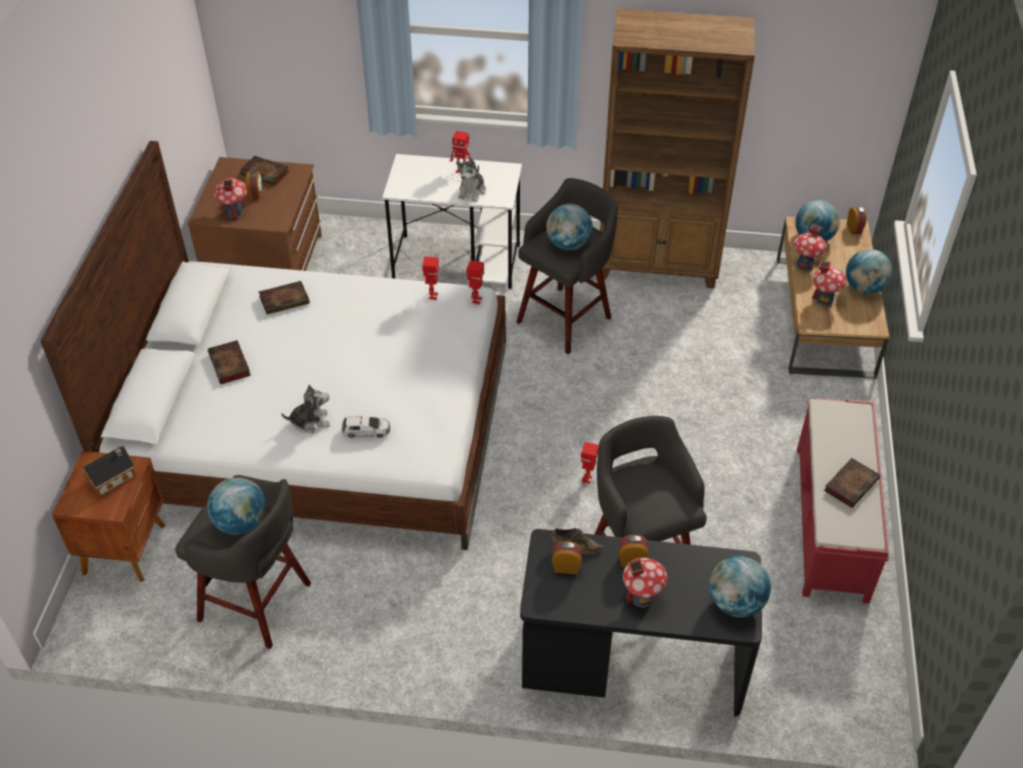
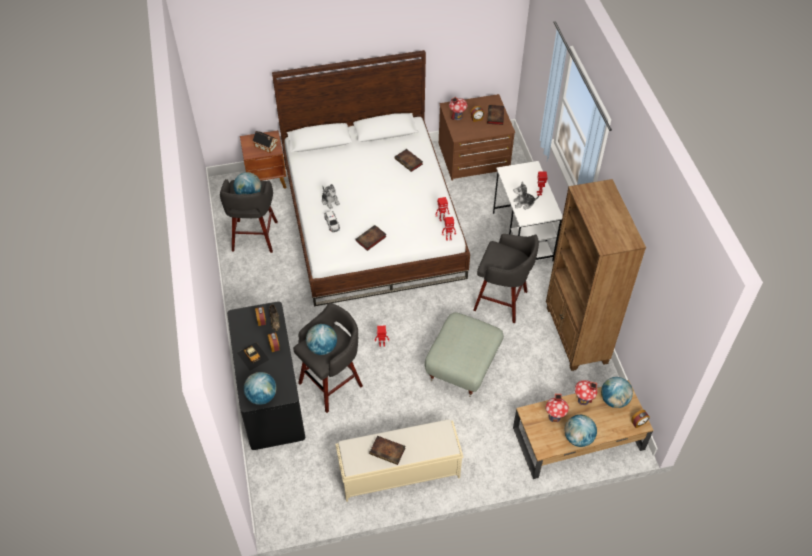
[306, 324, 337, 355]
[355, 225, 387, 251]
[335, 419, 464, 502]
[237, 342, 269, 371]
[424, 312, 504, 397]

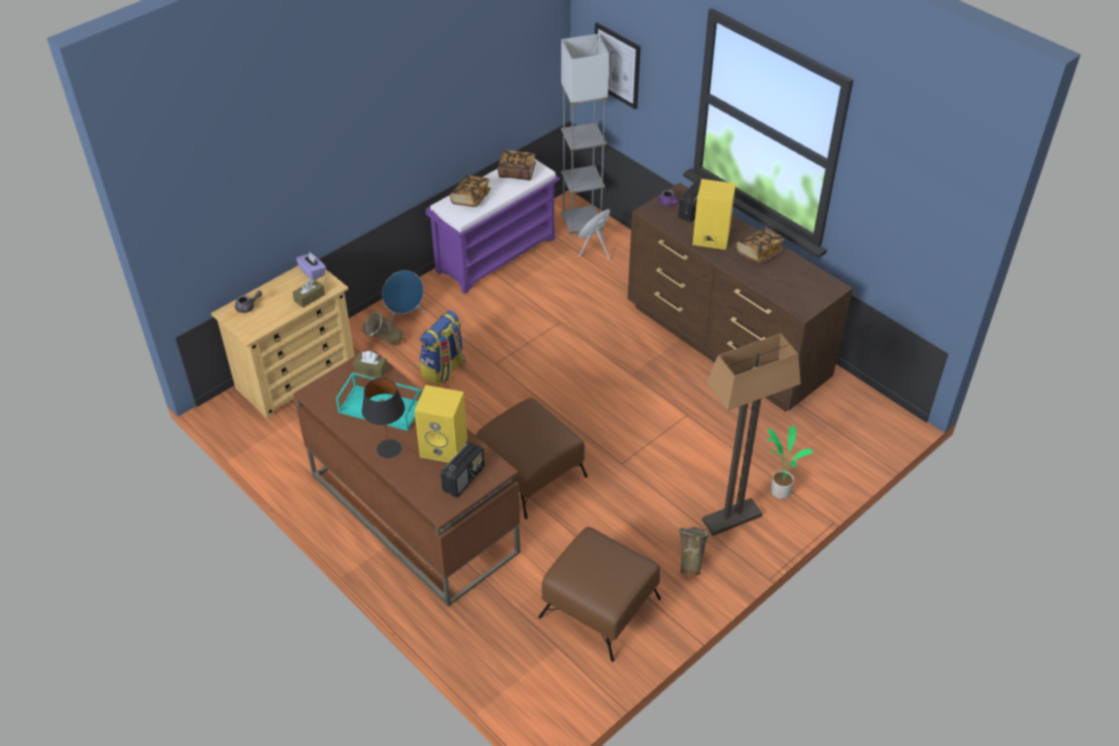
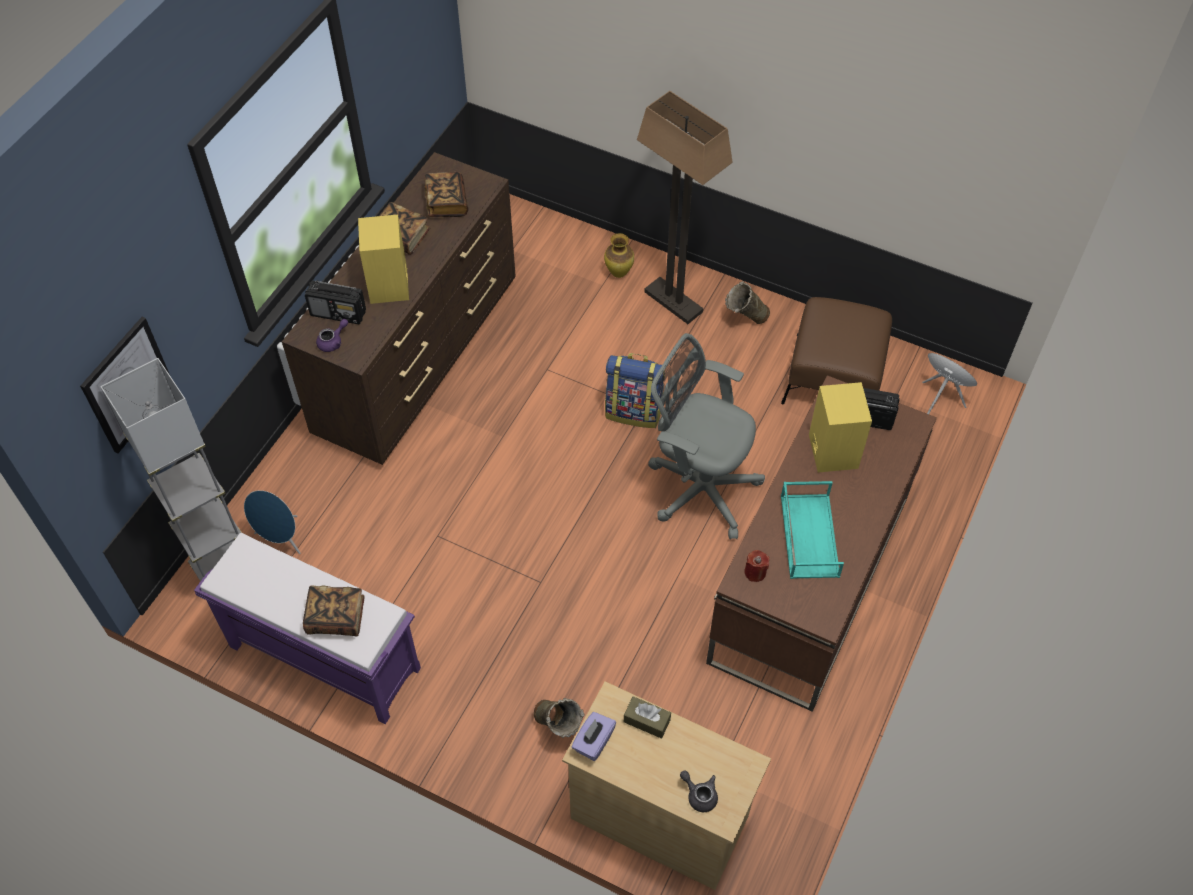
[424, 172, 468, 217]
[922, 353, 977, 414]
[605, 353, 662, 428]
[744, 550, 769, 582]
[362, 378, 405, 458] (first image)
[648, 333, 765, 540]
[604, 233, 634, 278]

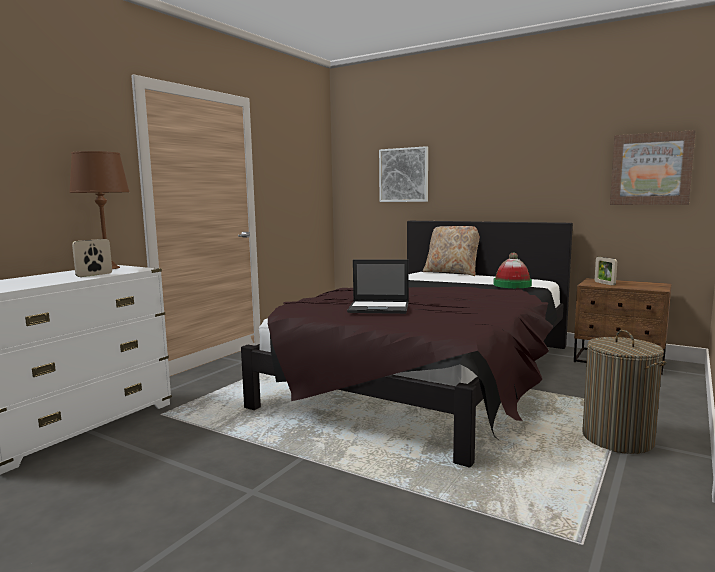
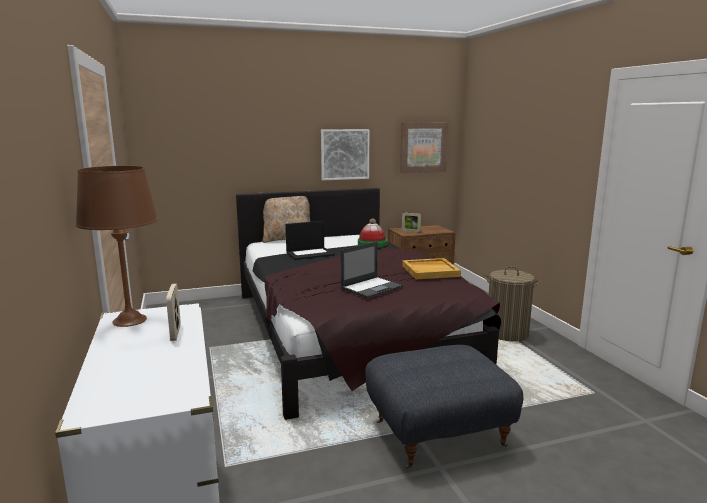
[321, 129, 369, 181]
[285, 221, 335, 260]
[402, 258, 461, 280]
[365, 345, 523, 469]

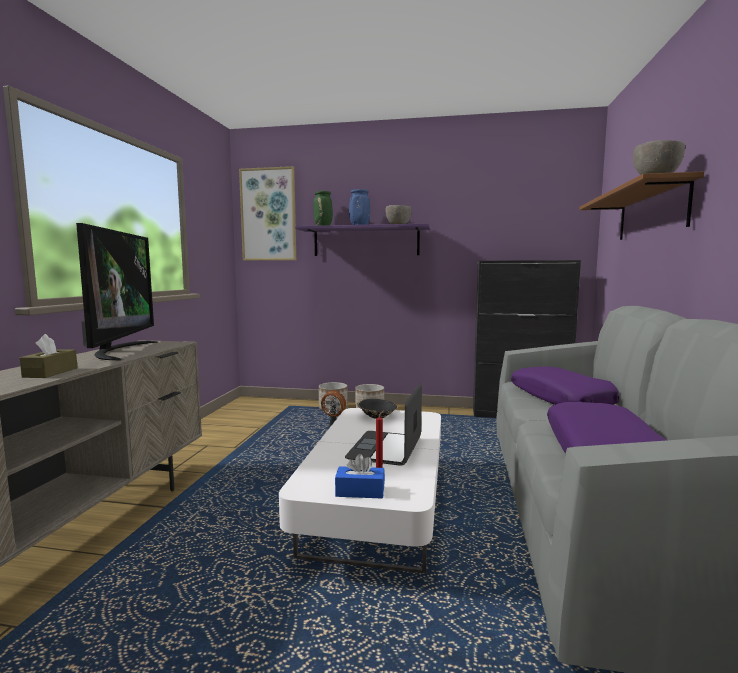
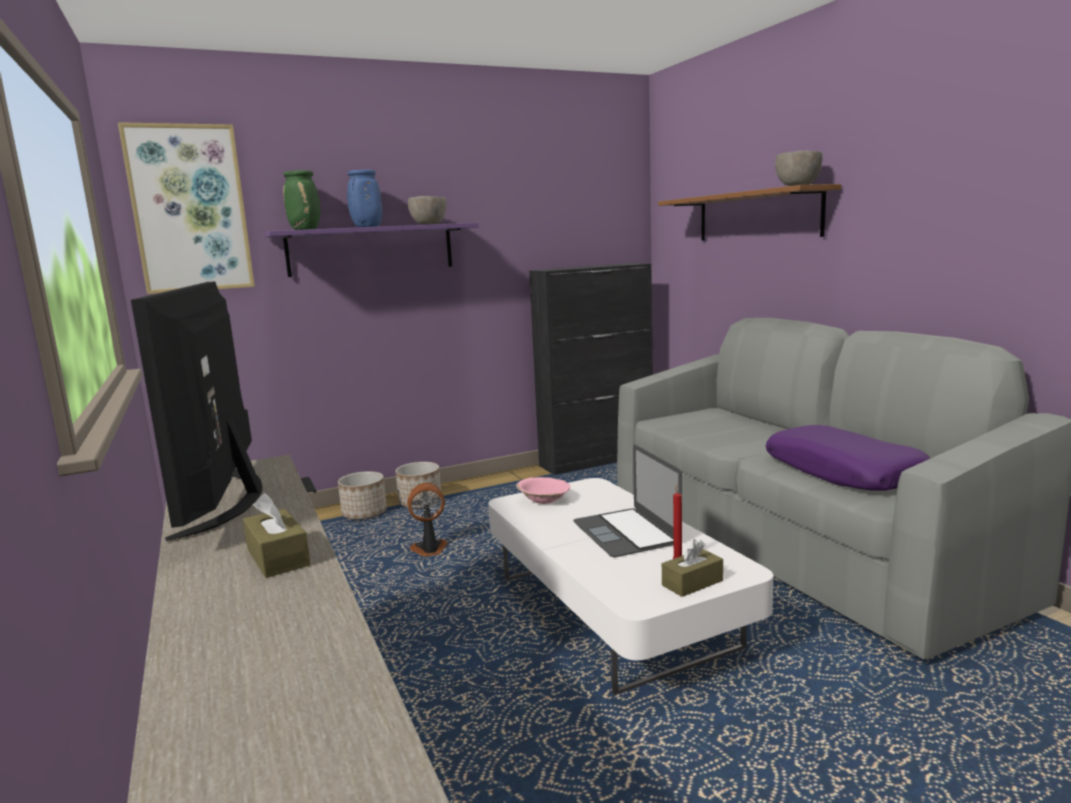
[131, 281, 263, 541]
[511, 366, 619, 405] (first image)
[516, 477, 570, 504]
[662, 540, 723, 597]

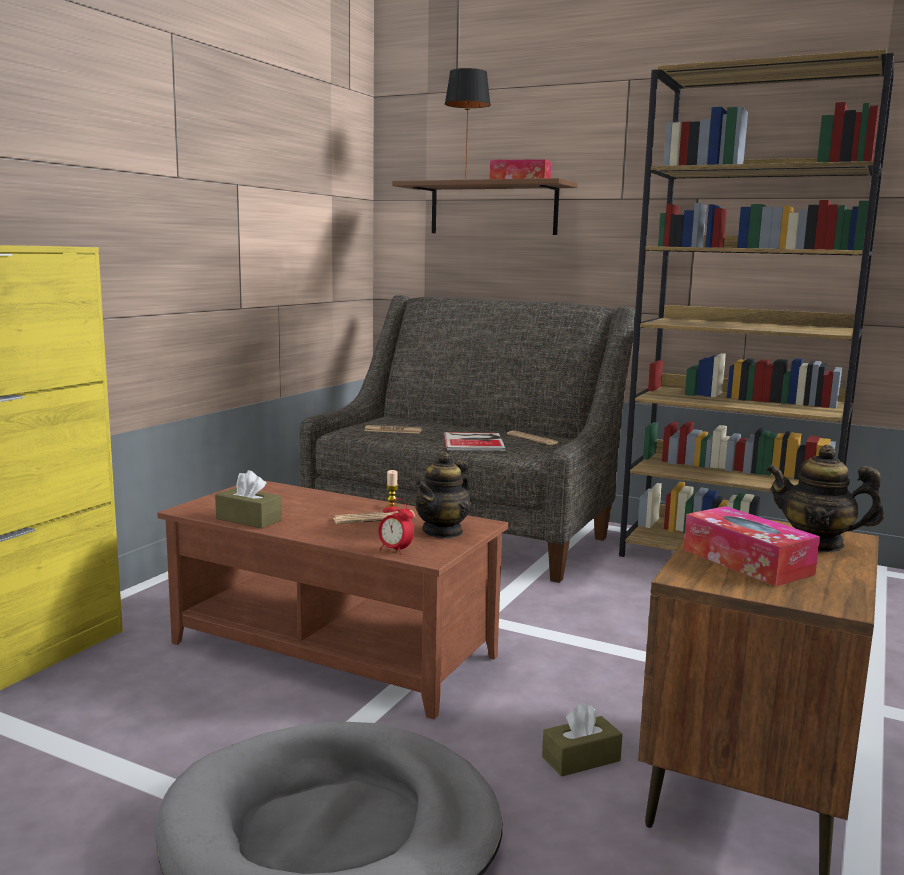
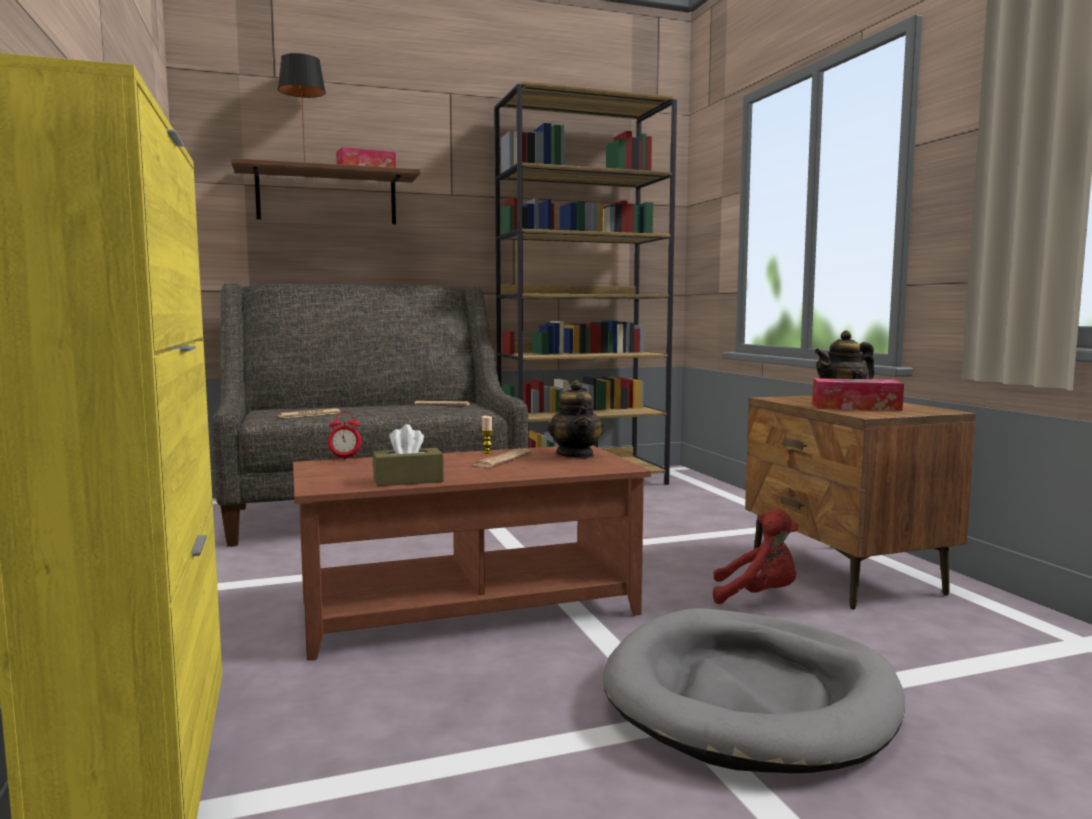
[444, 432, 506, 451] (first image)
[328, 412, 362, 460]
[713, 509, 798, 604]

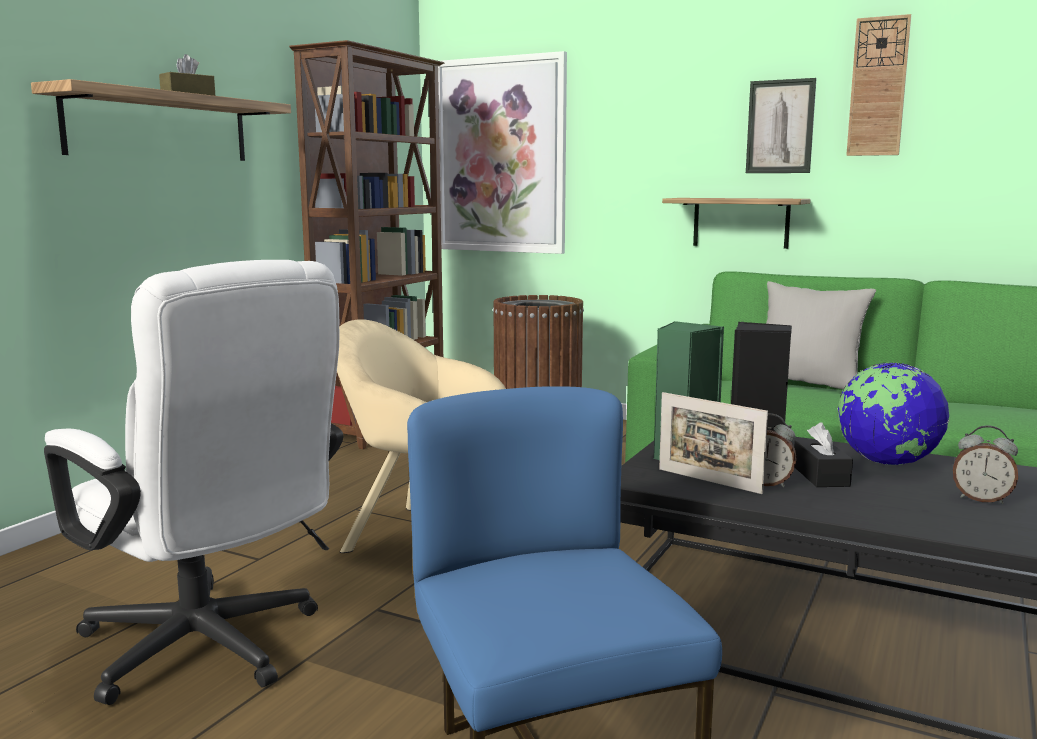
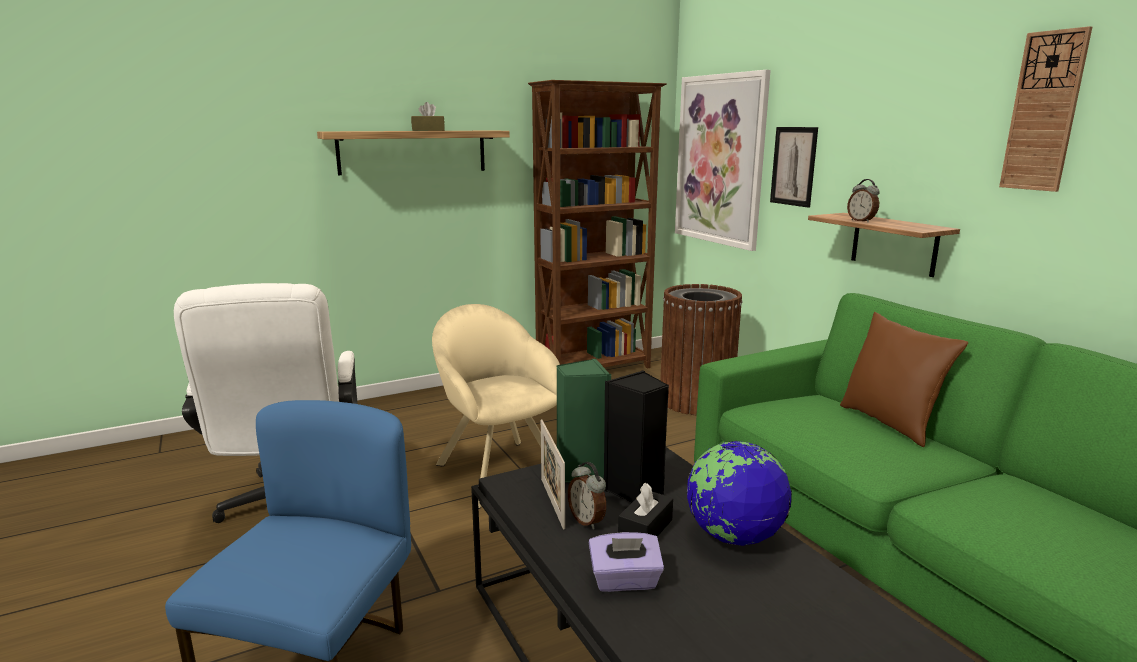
[770, 127, 818, 208]
[840, 312, 968, 447]
[847, 179, 880, 223]
[589, 532, 664, 592]

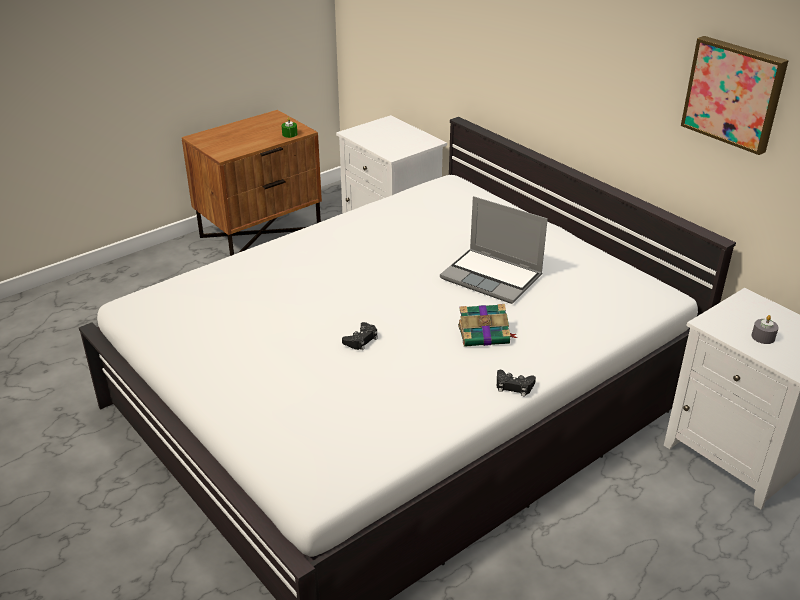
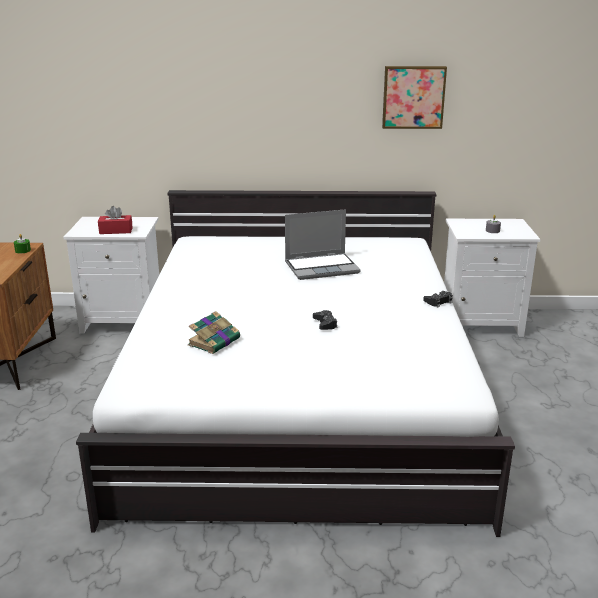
[188, 311, 240, 354]
[98, 206, 133, 234]

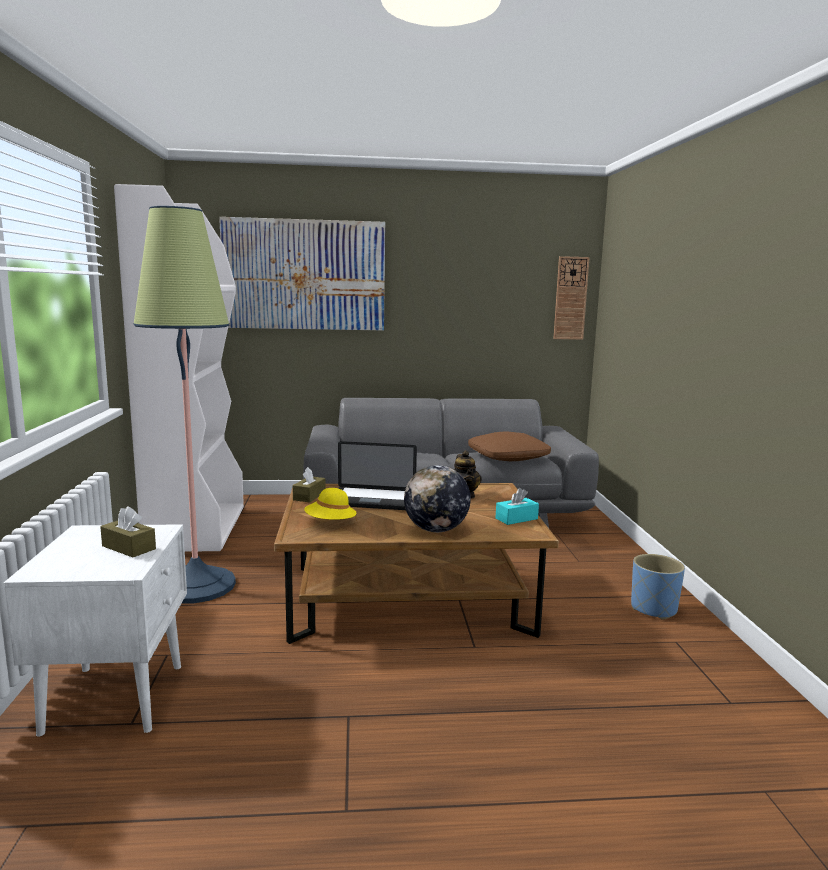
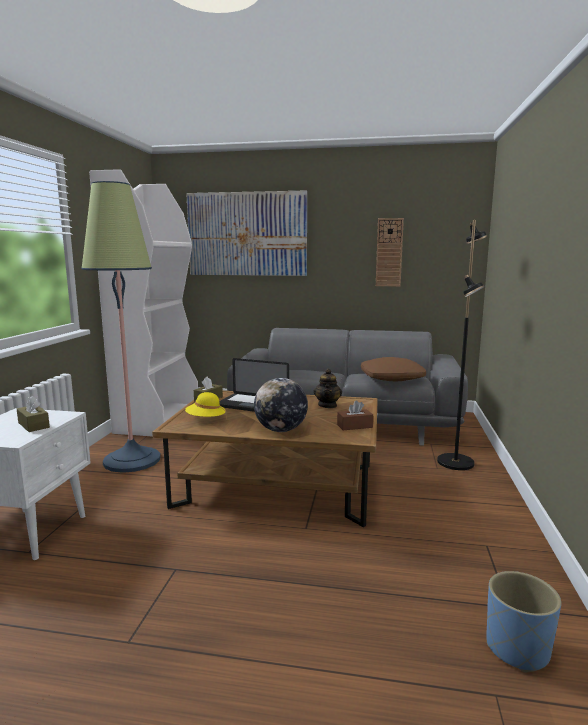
[376, 218, 404, 287]
[337, 400, 373, 430]
[486, 571, 561, 672]
[437, 220, 487, 470]

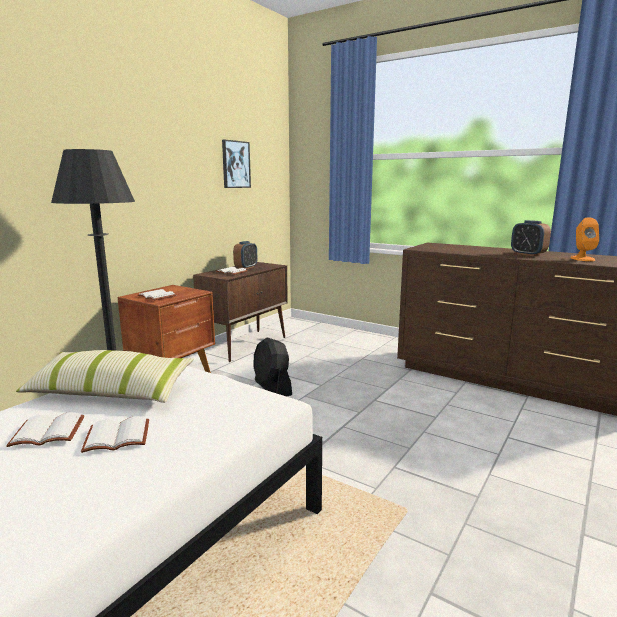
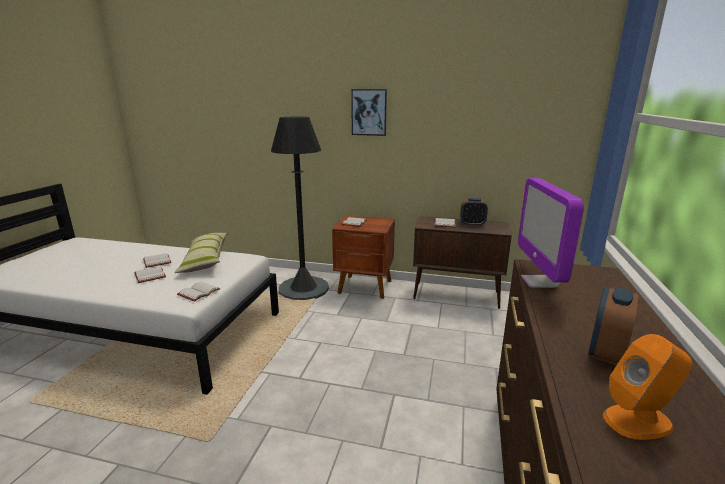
[351, 89, 387, 136]
[253, 338, 292, 397] (first image)
[518, 178, 584, 288]
[177, 282, 220, 302]

